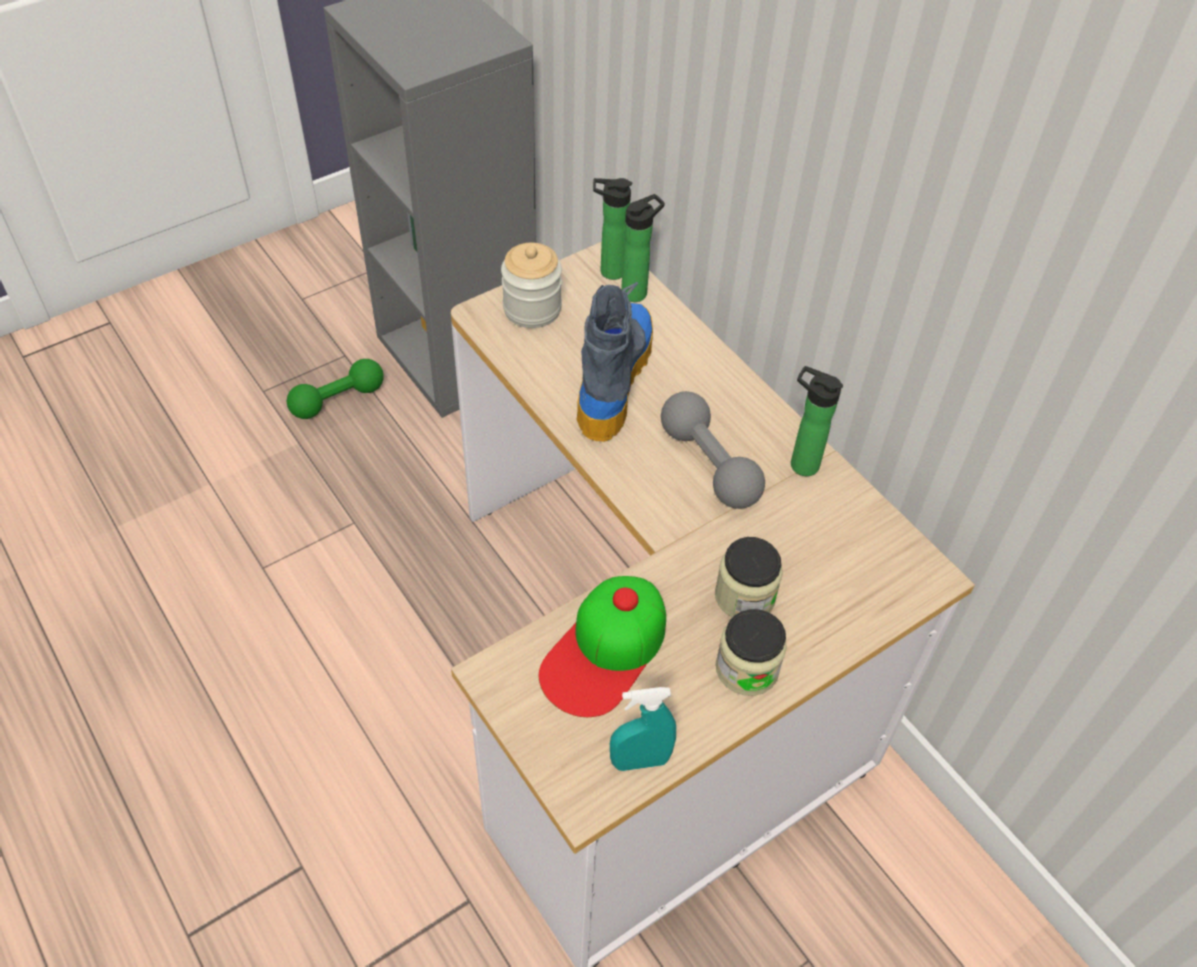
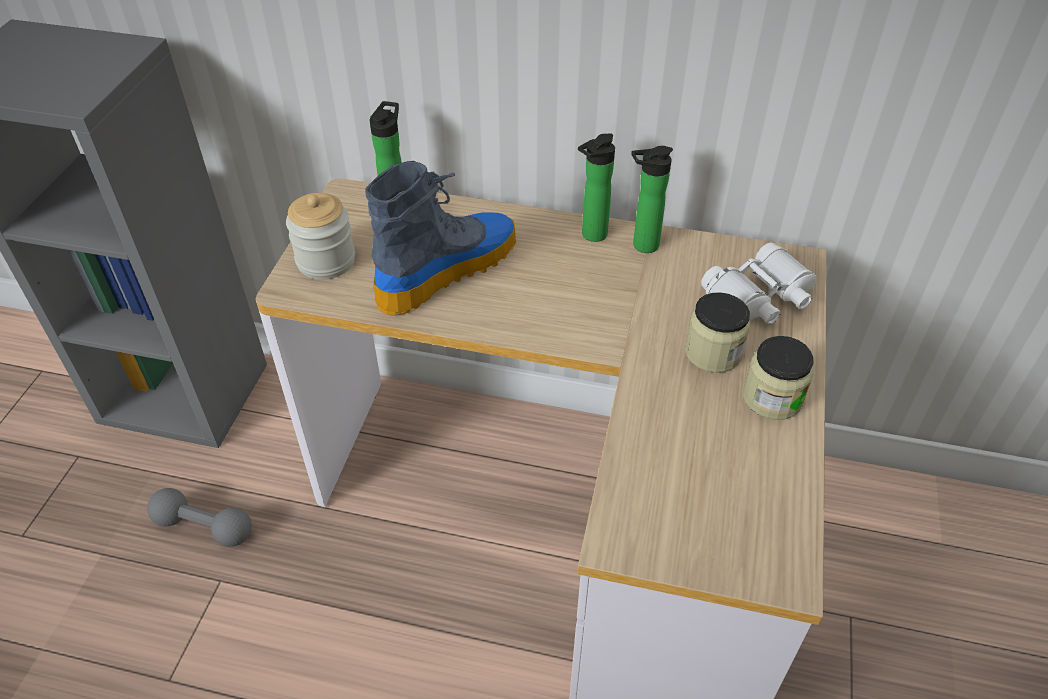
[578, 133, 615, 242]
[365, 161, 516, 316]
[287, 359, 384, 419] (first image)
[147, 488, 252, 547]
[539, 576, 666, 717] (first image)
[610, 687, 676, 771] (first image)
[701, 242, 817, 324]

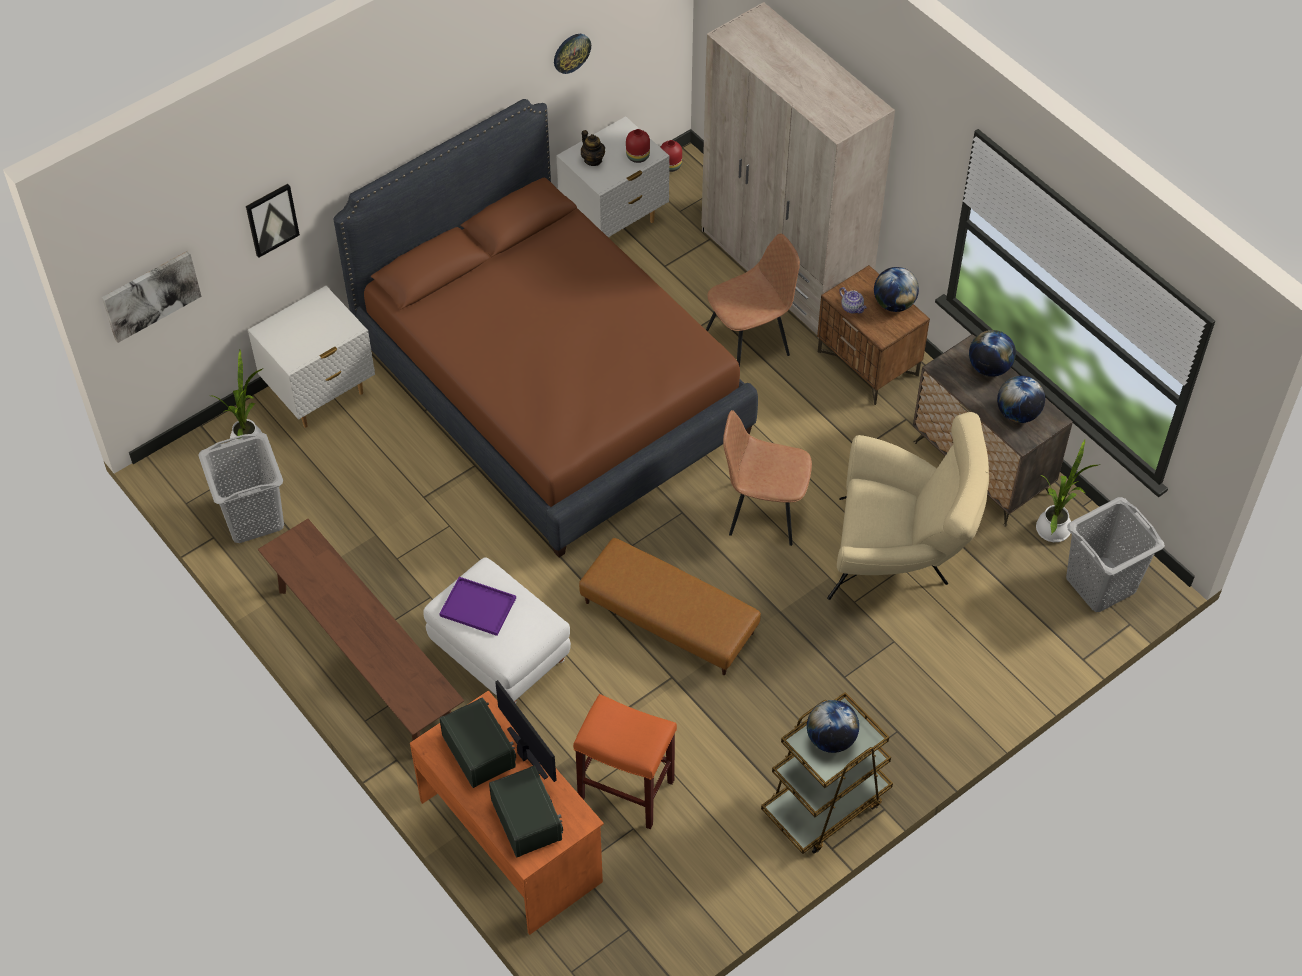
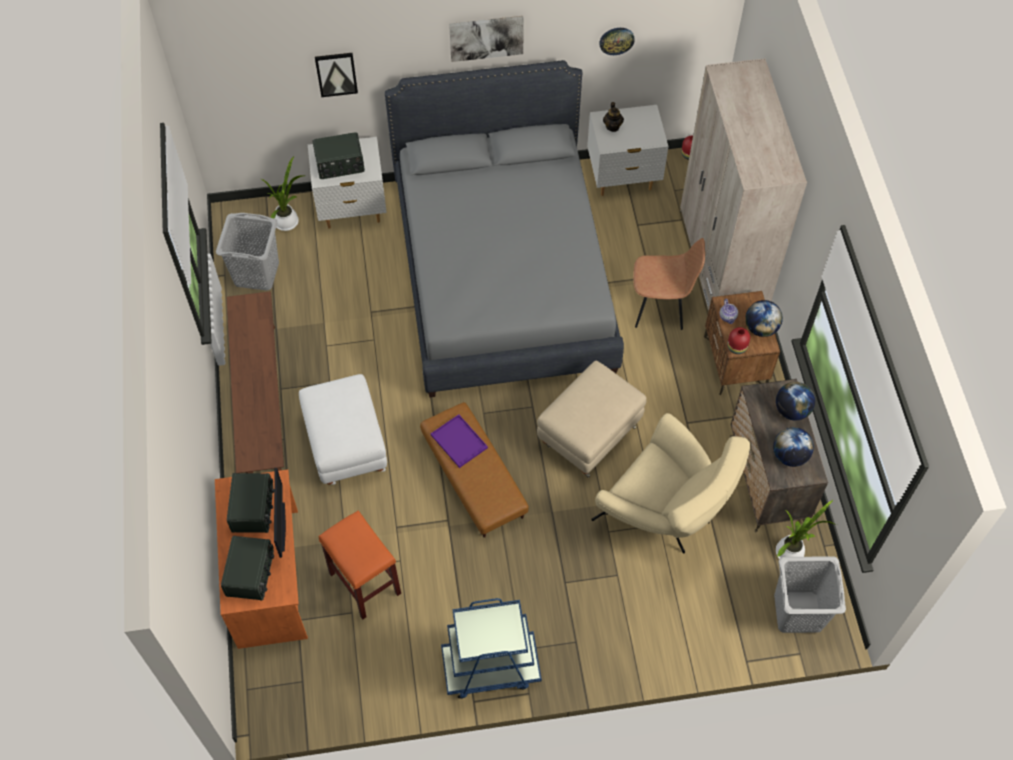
[385, 60, 624, 397]
[727, 327, 750, 354]
[449, 16, 524, 62]
[537, 361, 646, 478]
[431, 414, 488, 468]
[441, 598, 542, 699]
[807, 700, 859, 753] (first image)
[313, 132, 365, 179]

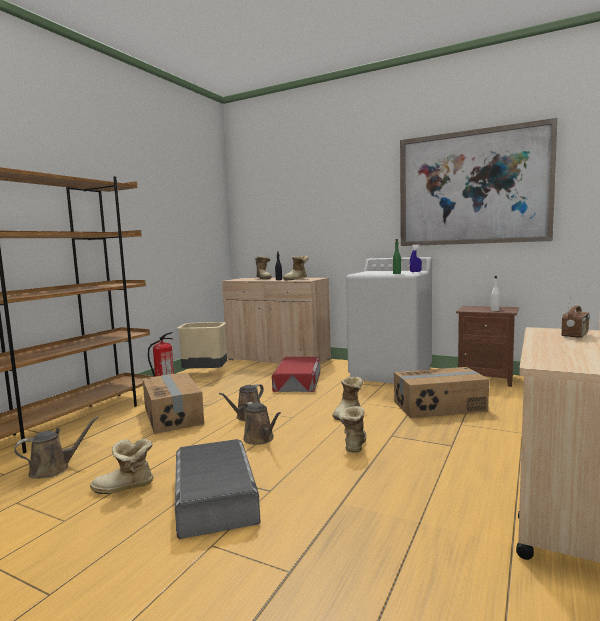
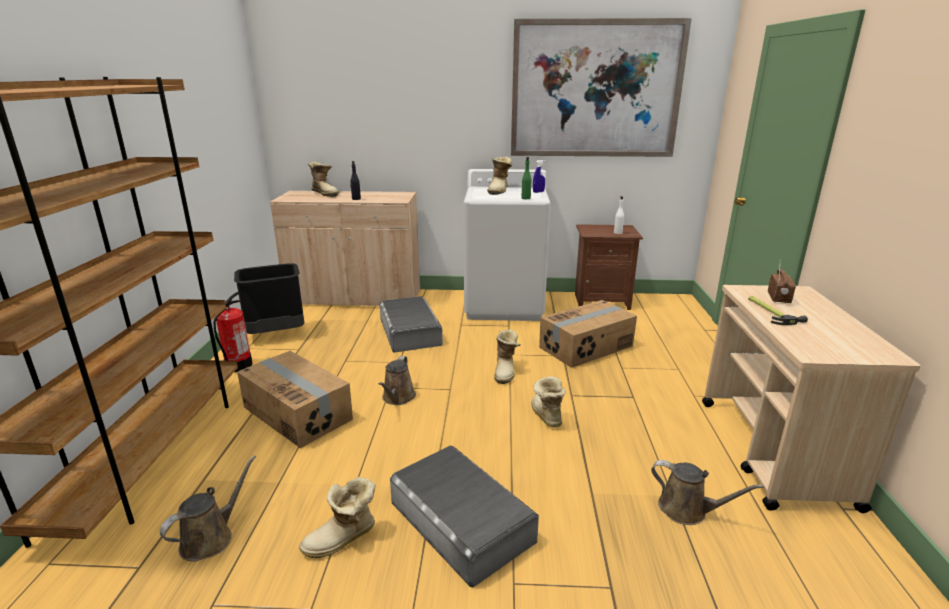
[487, 157, 512, 195]
[234, 263, 304, 334]
[380, 296, 443, 352]
[651, 460, 764, 525]
[748, 296, 808, 325]

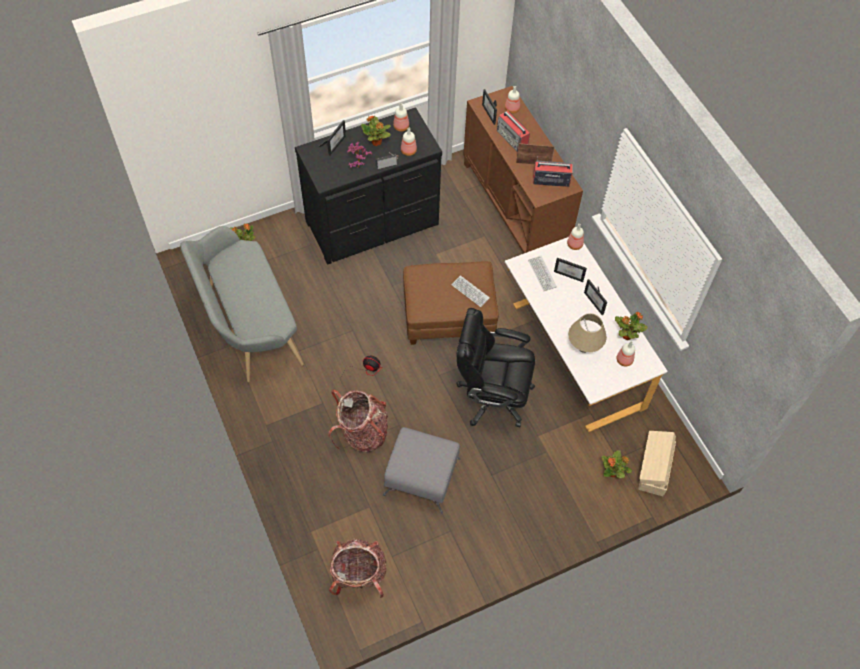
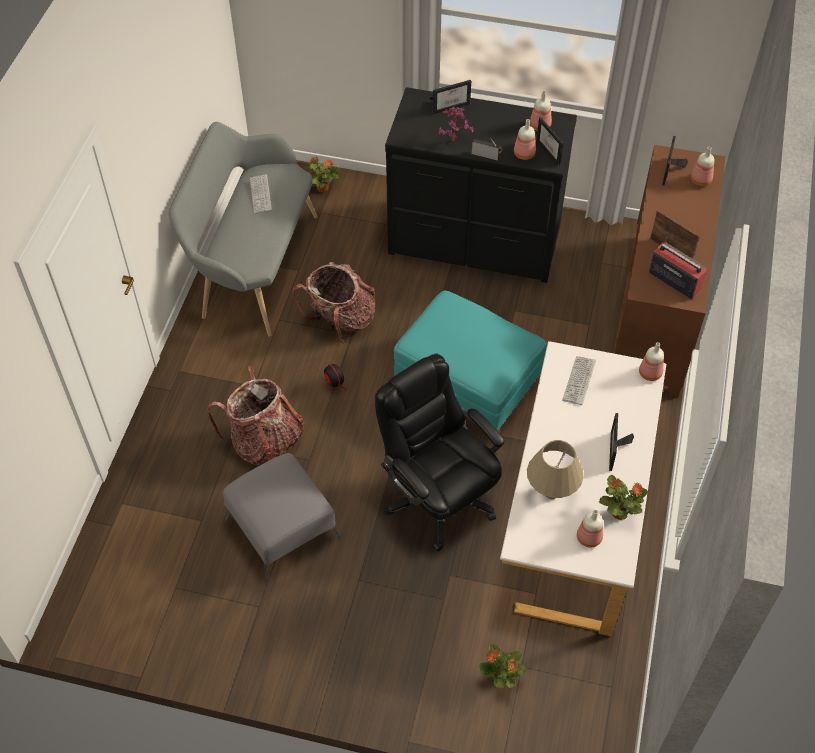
[497, 111, 530, 152] (first image)
[361, 115, 391, 146] (first image)
[536, 118, 563, 166]
[394, 290, 547, 431]
[250, 174, 272, 214]
[638, 431, 676, 496] (first image)
[292, 262, 375, 344]

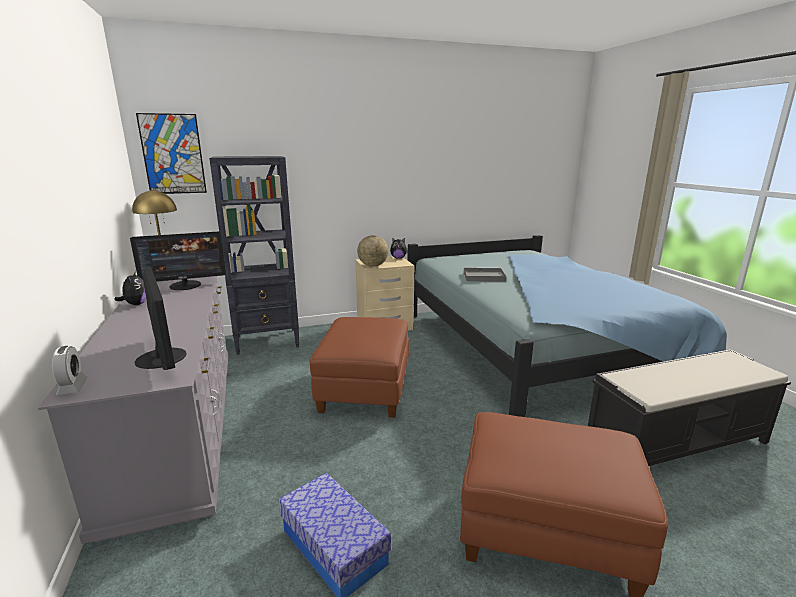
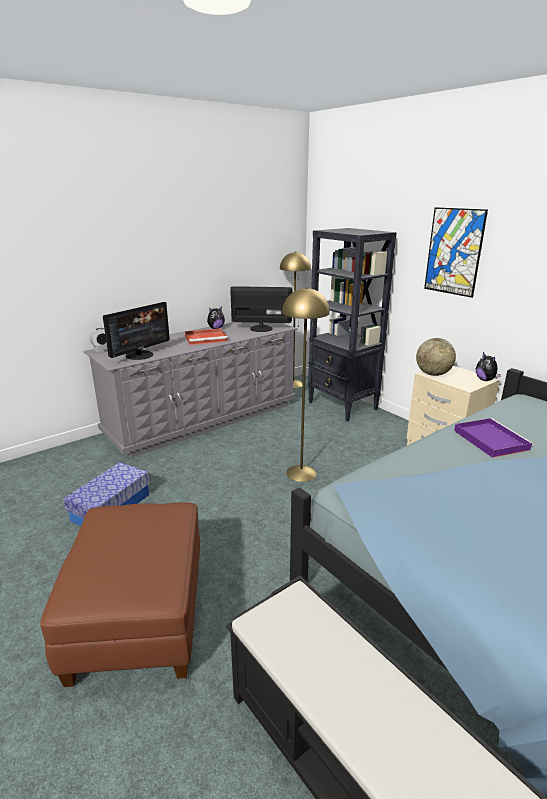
[424, 207, 488, 298]
[230, 286, 292, 332]
[454, 418, 533, 458]
[282, 287, 330, 482]
[185, 328, 228, 345]

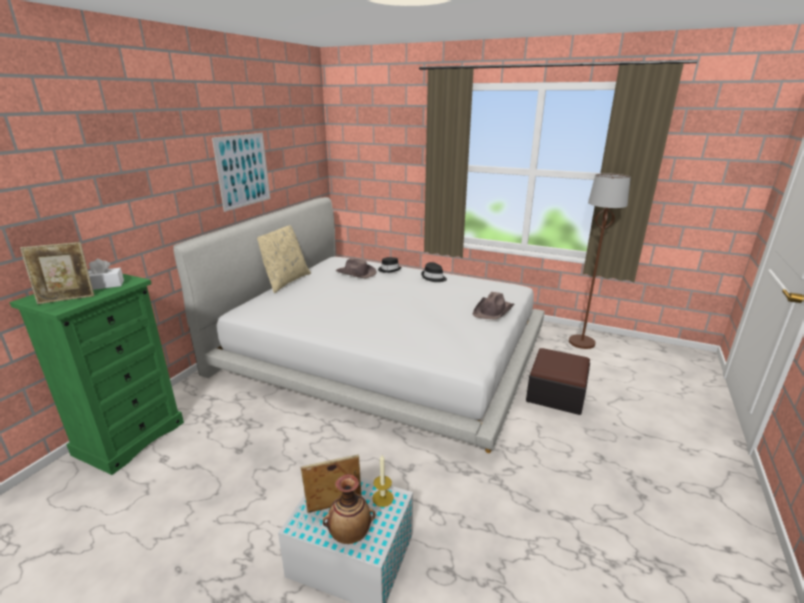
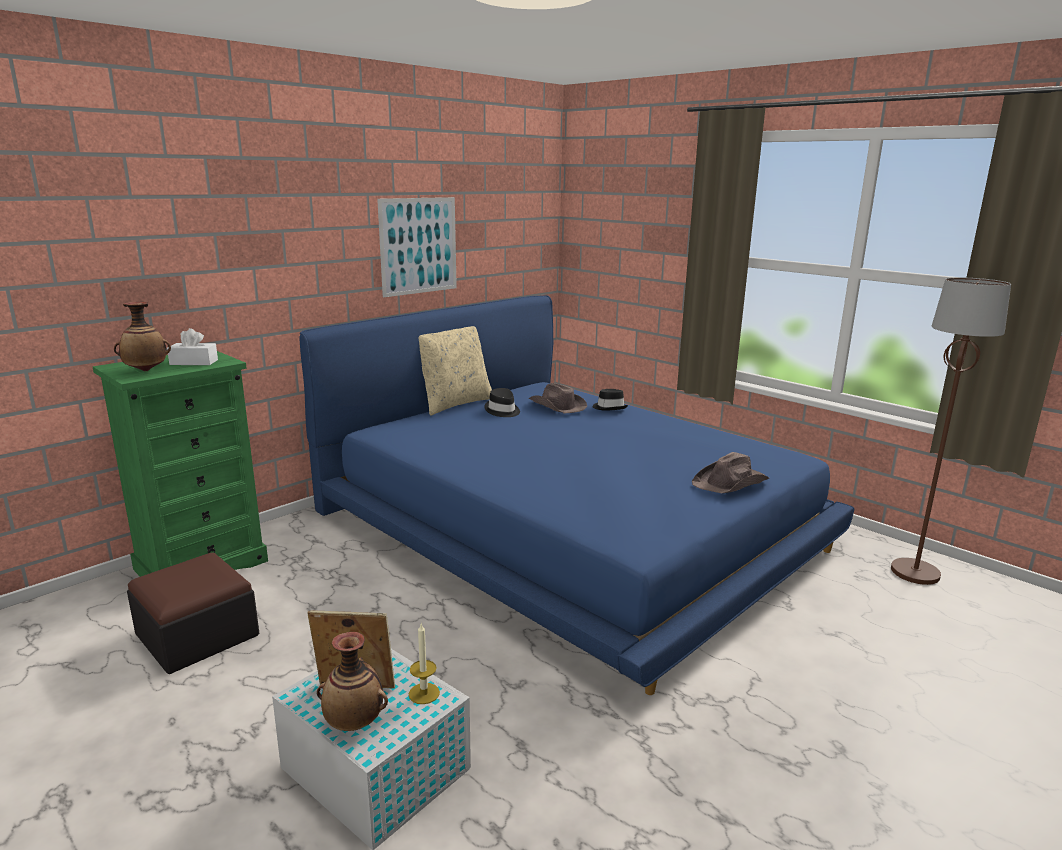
[299, 295, 854, 695]
[114, 302, 171, 371]
[484, 388, 520, 417]
[127, 553, 259, 674]

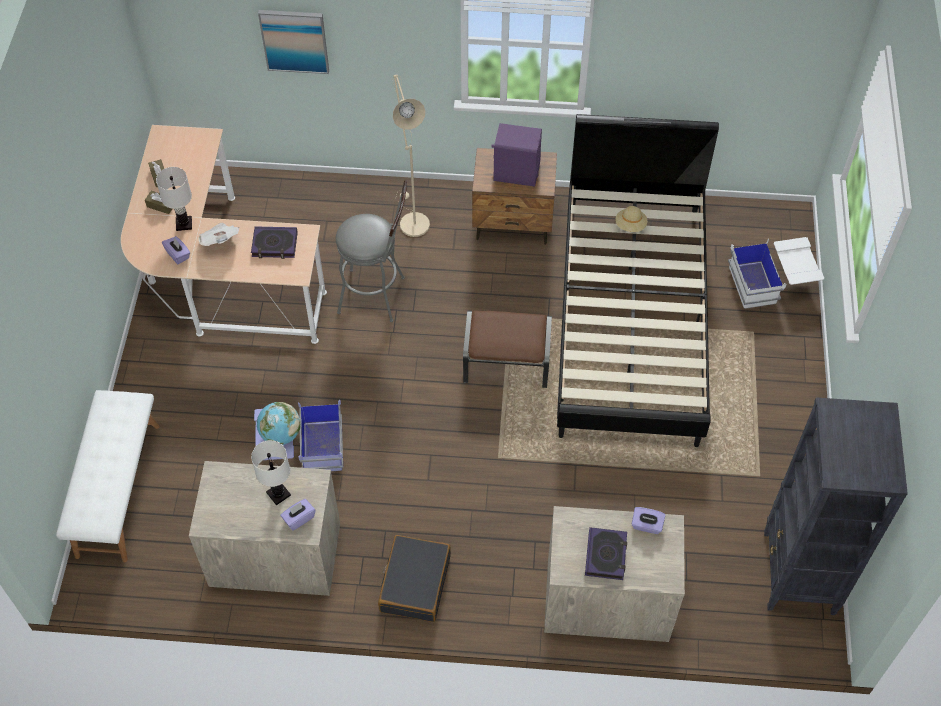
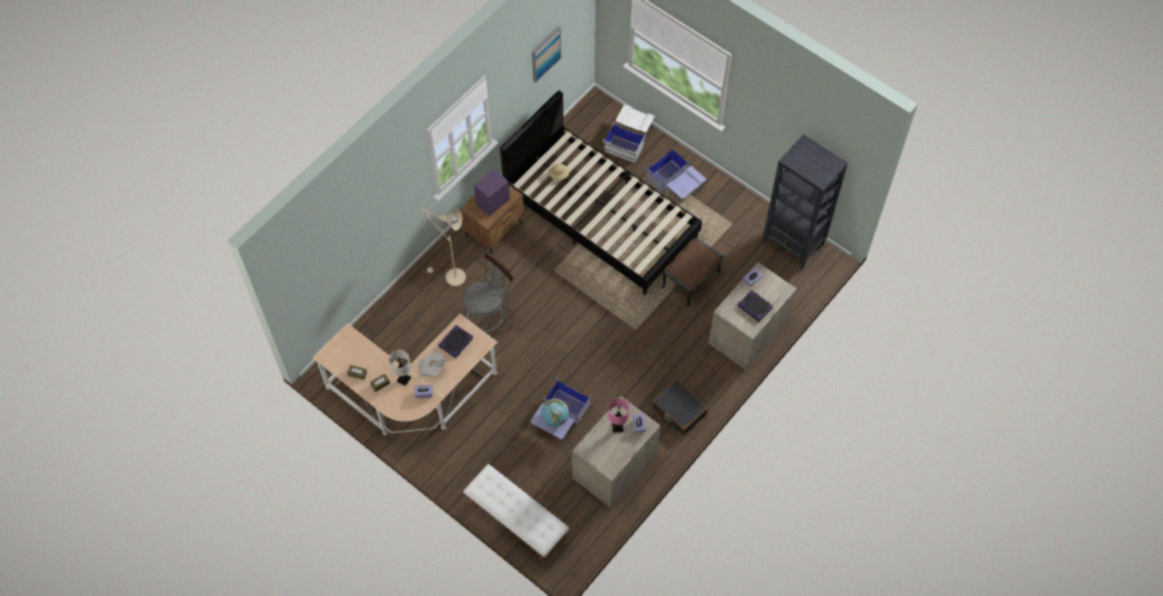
[532, 26, 561, 83]
[662, 237, 723, 307]
[608, 398, 629, 433]
[646, 146, 706, 199]

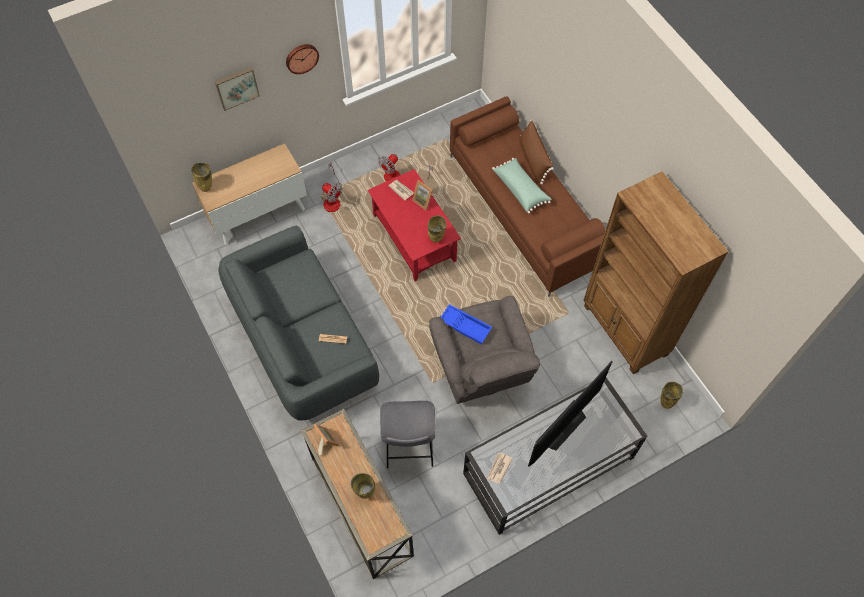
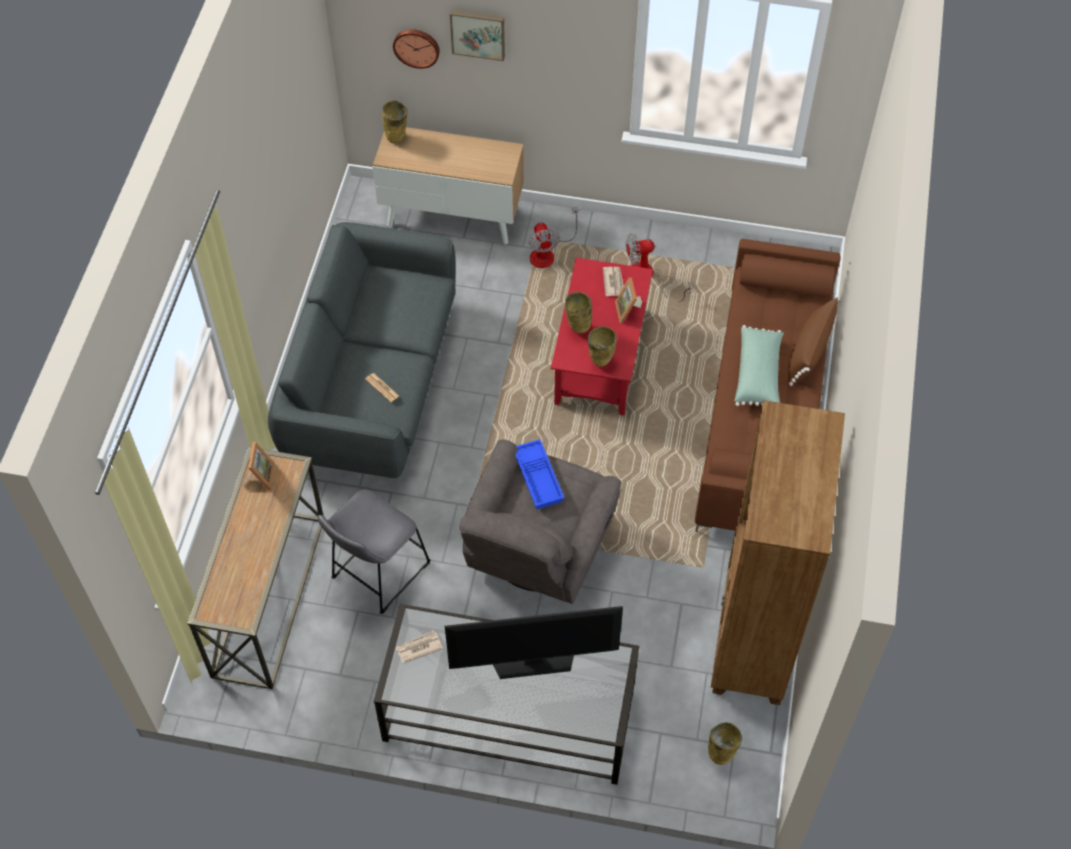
[393, 29, 440, 69]
[565, 292, 592, 334]

